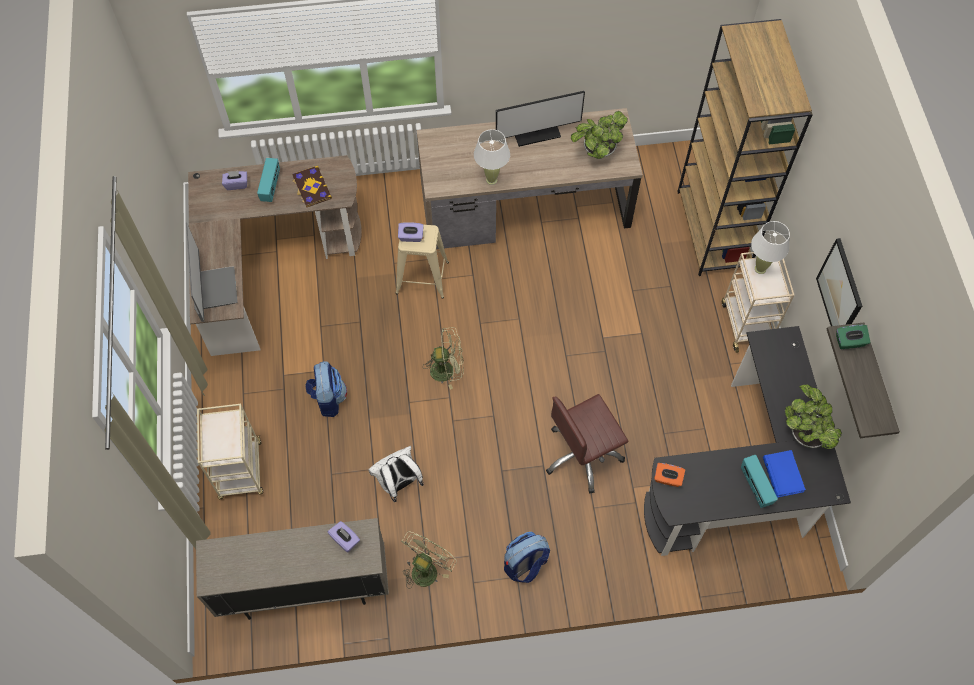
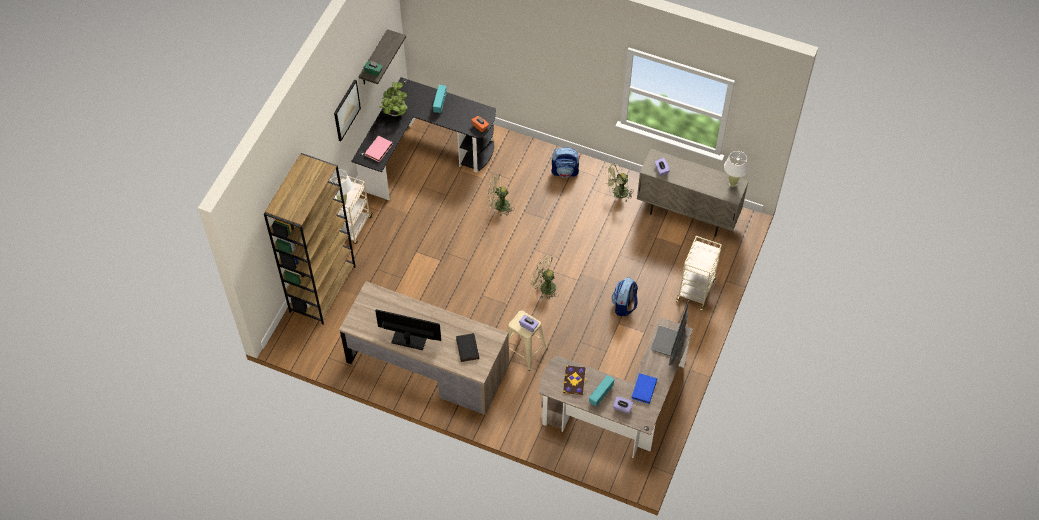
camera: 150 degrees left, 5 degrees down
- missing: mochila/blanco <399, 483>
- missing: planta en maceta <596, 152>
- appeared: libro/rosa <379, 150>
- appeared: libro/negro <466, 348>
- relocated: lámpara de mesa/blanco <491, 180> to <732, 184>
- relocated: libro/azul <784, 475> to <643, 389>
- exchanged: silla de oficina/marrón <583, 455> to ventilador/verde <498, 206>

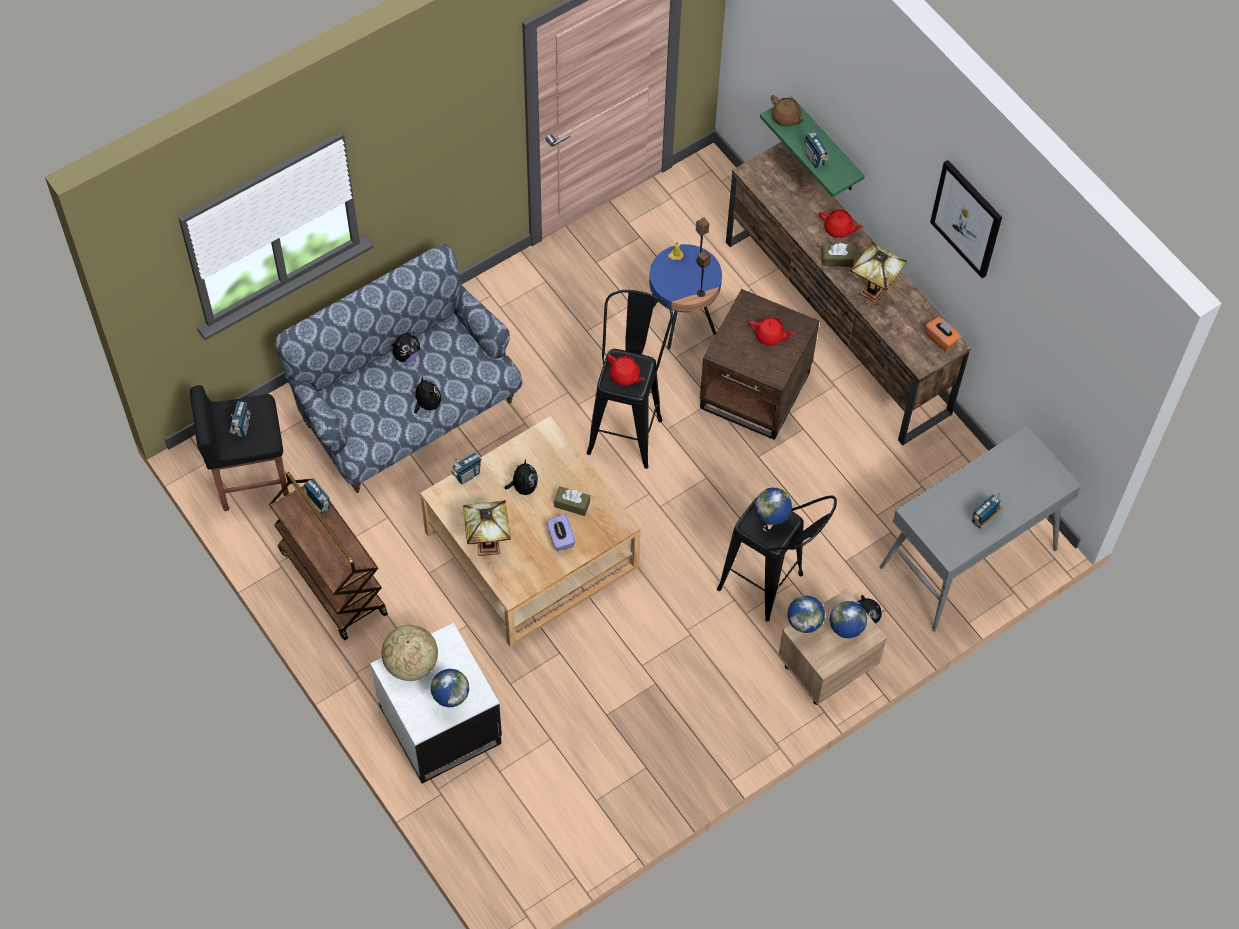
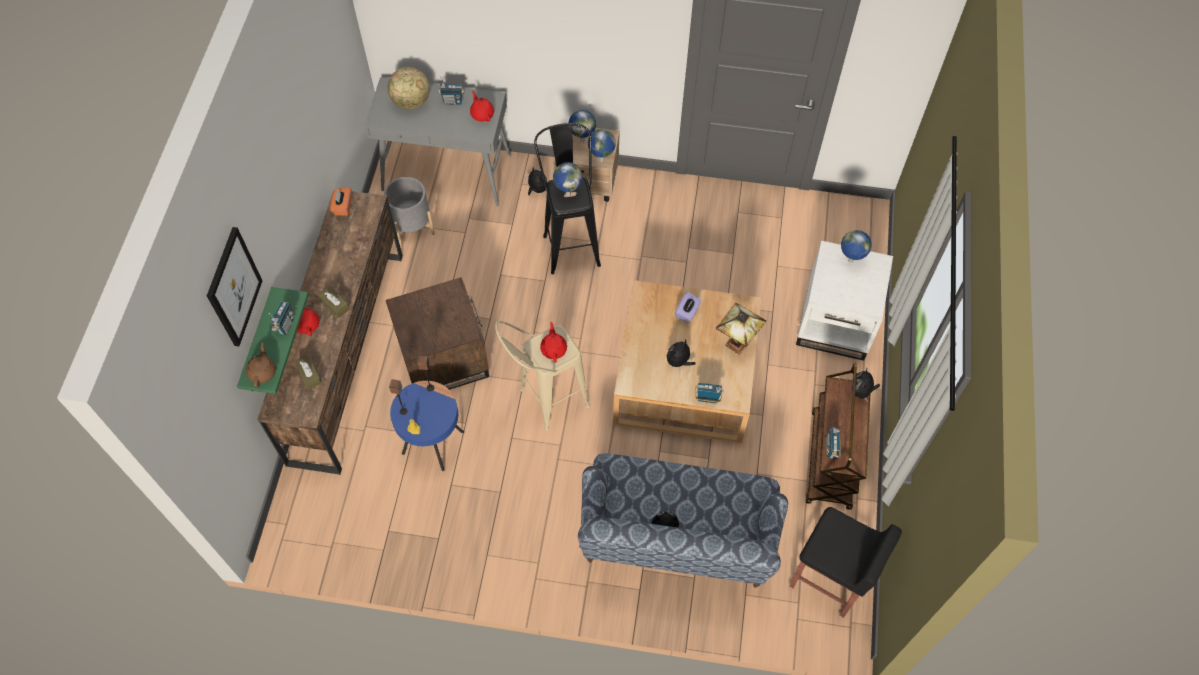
camera: 135 degrees left, 0 degrees up
- missing: radio <242, 427>
- missing: lámpara de mesa <875, 291>
- appeared: maceta/gris <412, 225>
- relocated: globo terráqueo <411, 664> to <411, 102>
- relocated: peluche <427, 404> to <861, 391>
- relocated: caja de pañuelos/marrón <572, 504> to <309, 375>
- relocated: tetera/rojo <770, 336> to <482, 114>
- relocated: cuadro <967, 218> to <233, 287>
- colour: taburete/negro <628, 426> to taburete/beis <545, 403>

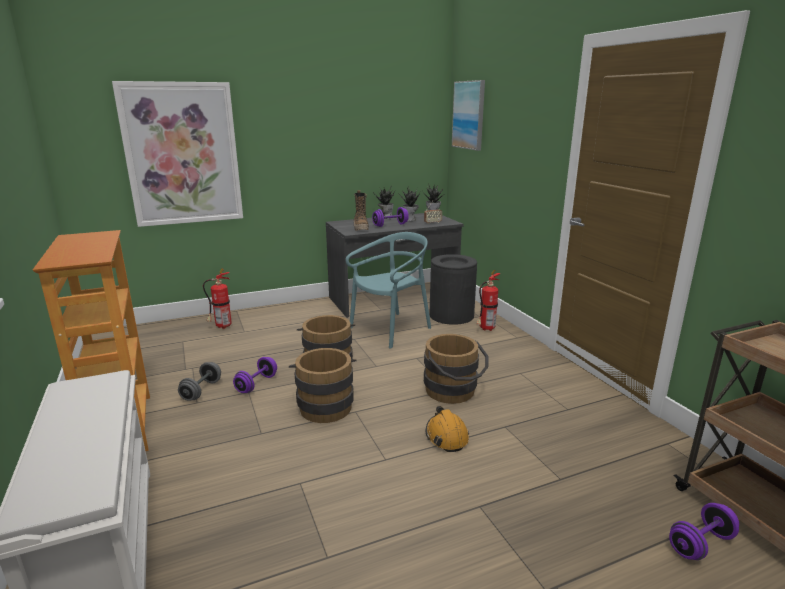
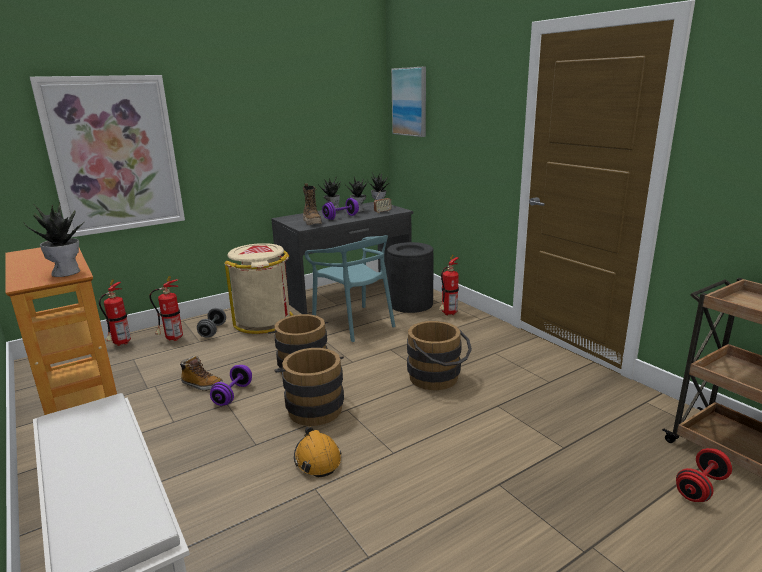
camera: 10 degrees left, 0 degrees up
- appeared: planta en maceta <67, 272>
- appeared: extintor <120, 344>
- appeared: bota <201, 385>
- appeared: papelera/beis <264, 321>
- relocated: mancuerna/gris <201, 391> to <213, 331>
- relocated: casco/naranja <446, 436> to <317, 459>
- colour: mancuerna/morado <700, 544> to mancuerna/rojo <701, 487>
- spun: silla/turquesa <391, 329> = <355, 323> 105 degrees clockwise

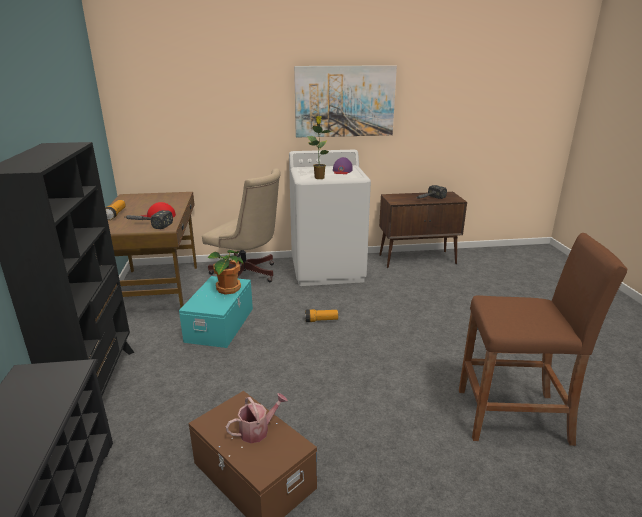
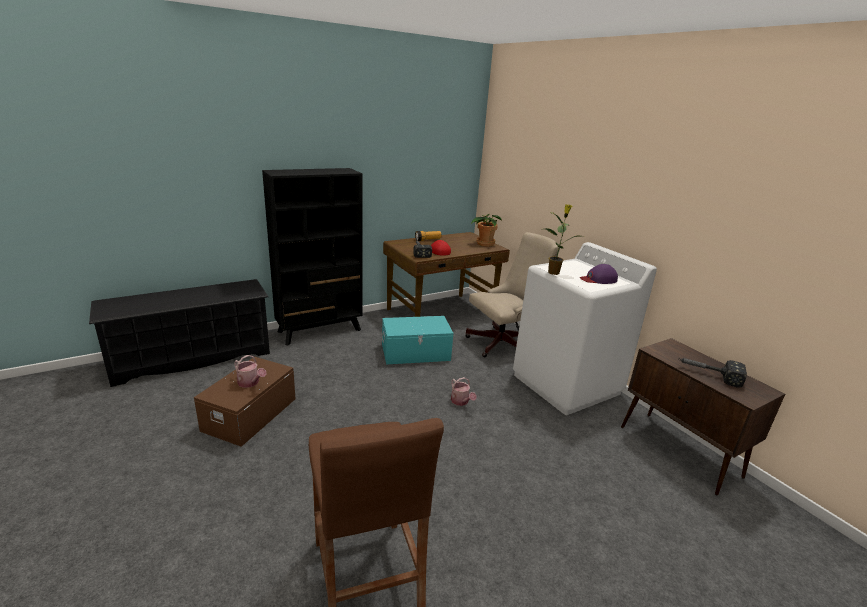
camera: 65 degrees right, 0 degrees up
- missing: cuadro <344, 101>
- relocated: planta en maceta <227, 289> to <484, 243>
- exchanged: linterna <321, 320> to regadera <461, 402>
- spun: silla de oficina/beis <248, 275> = <505, 343> 120 degrees counterclockwise

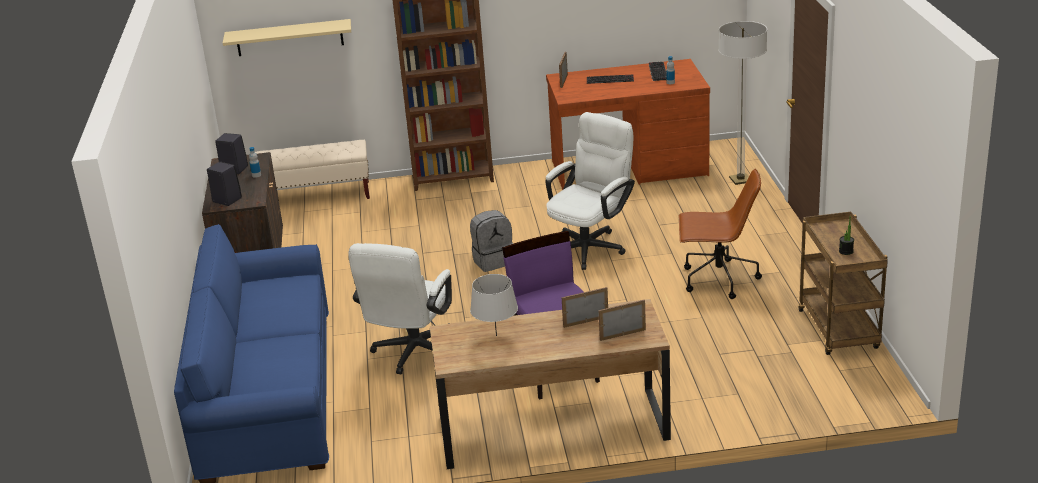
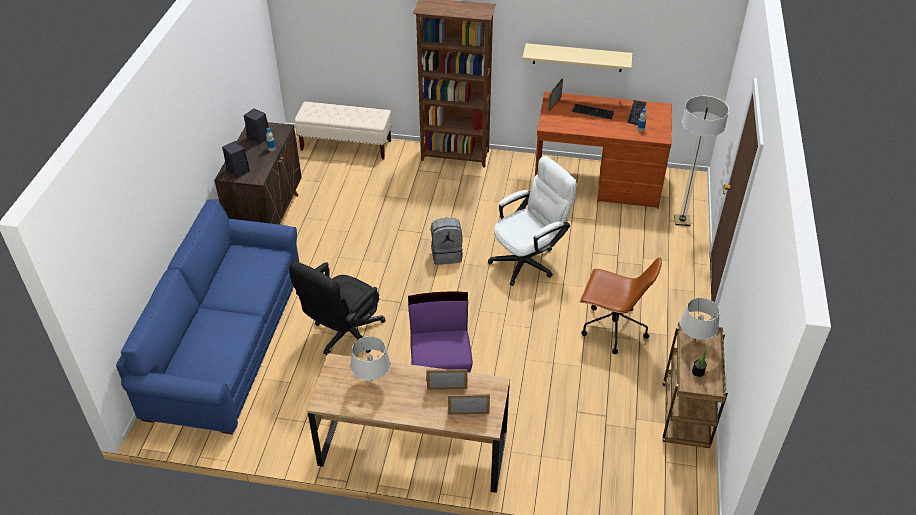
camera: 15 degrees right, 15 degrees up
- appeared: lámpara de mesa/gris <694, 341>
- relocated: estante/beis <289, 37> to <577, 57>
- colour: silla de oficina/blanco <412, 354> to silla de oficina/negro <344, 336>

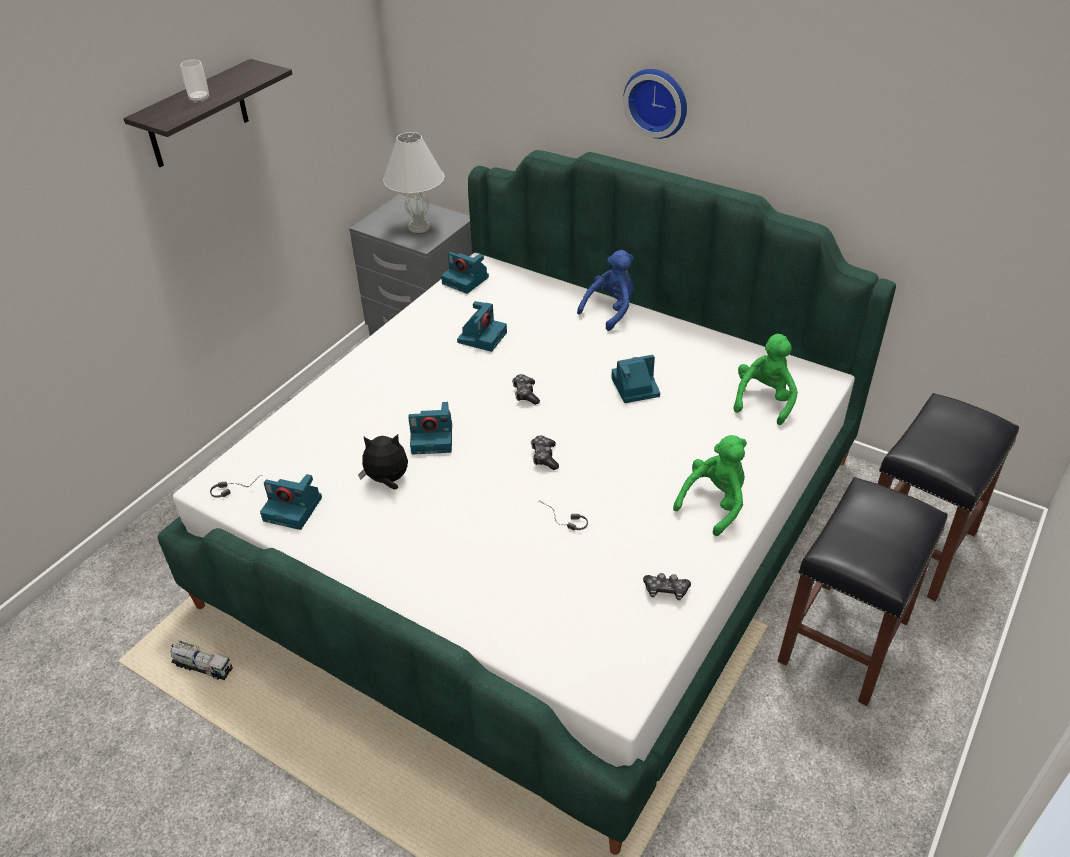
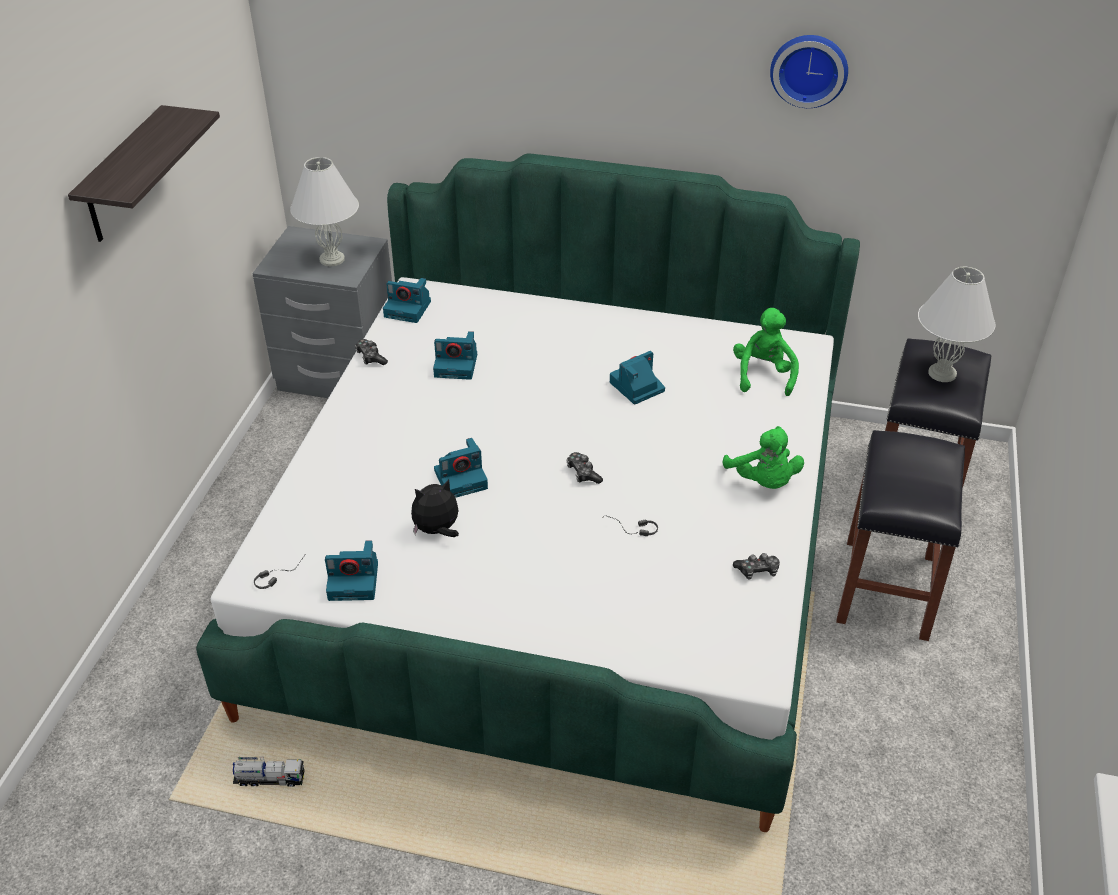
camera: 20 degrees left, 0 degrees up
- missing: taza <199, 99>
- missing: peluche/azul <610, 310>
- appeared: lámpara de mesa/blanco <942, 374>
- relocated: mando de consola <525, 394> to <371, 357>
- relocated: reloj de pared <657, 101> to <809, 69>
- spun: cámara <482, 336> = <457, 365> 90 degrees clockwise
- spun: peluche/verde <714, 503> = <763, 482> 135 degrees clockwise

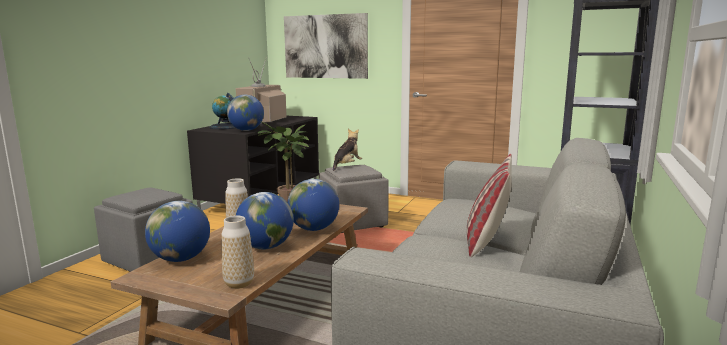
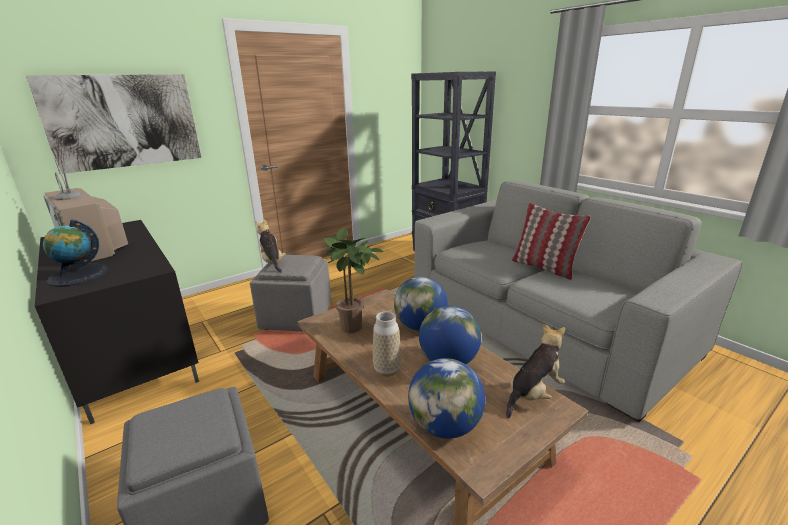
camera: 60 degrees left, 10 degrees up
- missing: globo terráqueo <246, 130>
- exchanged: florero <239, 283> to peluche <533, 394>

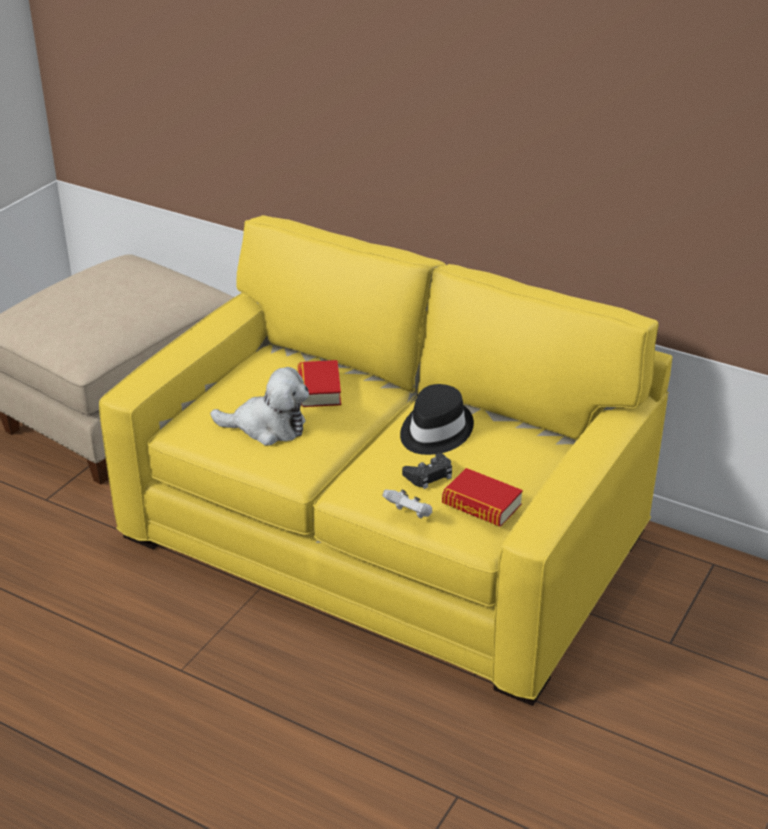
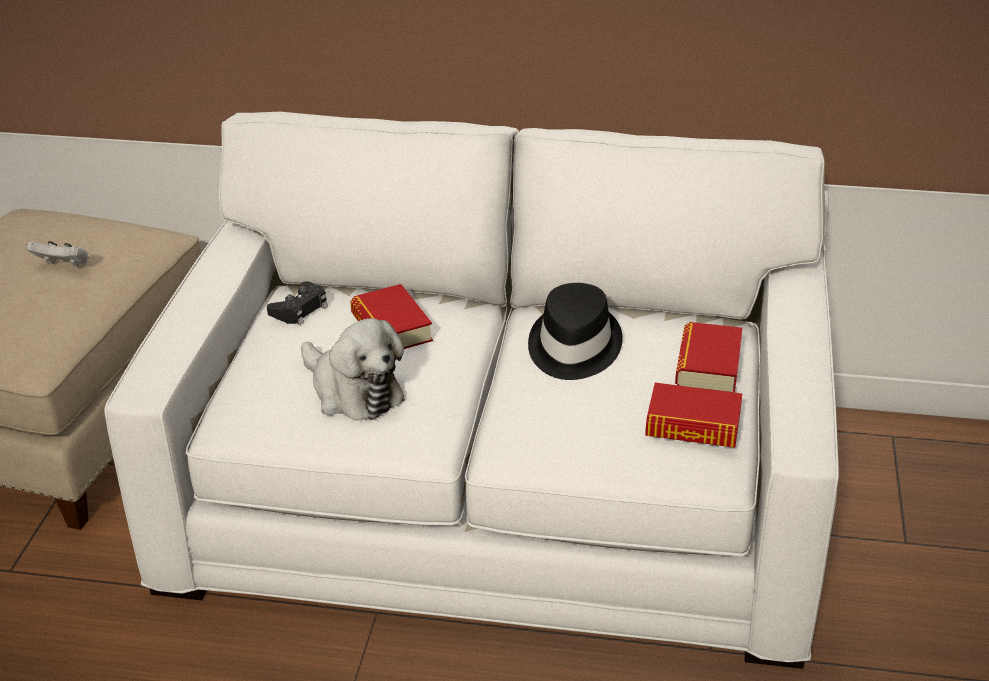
camera: 20 degrees left, 0 degrees up
- appeared: libro <708, 366>
- relocated: mando de consola/blanco <409, 514> to <63, 266>
- relocated: mando de consola/negro <429, 475> to <300, 309>
- colour: sofá/amarillo <388, 533> to sofá/blanco <501, 496>
- spun: peluche <267, 427> = <353, 391> 60 degrees clockwise

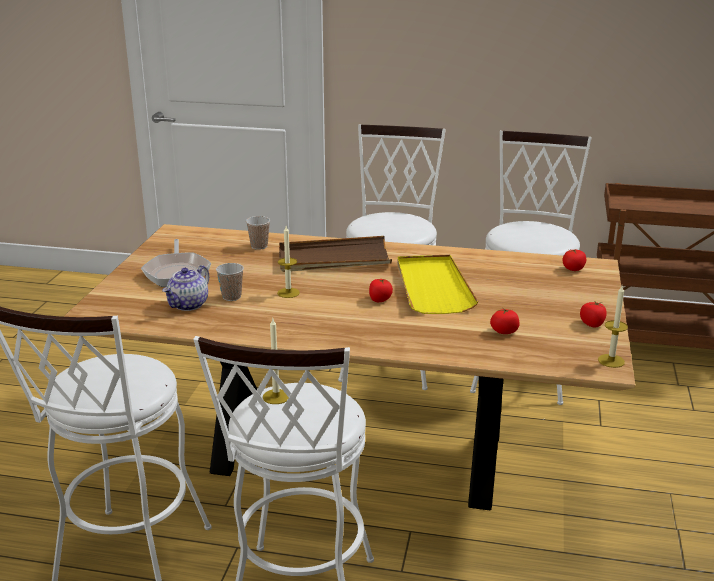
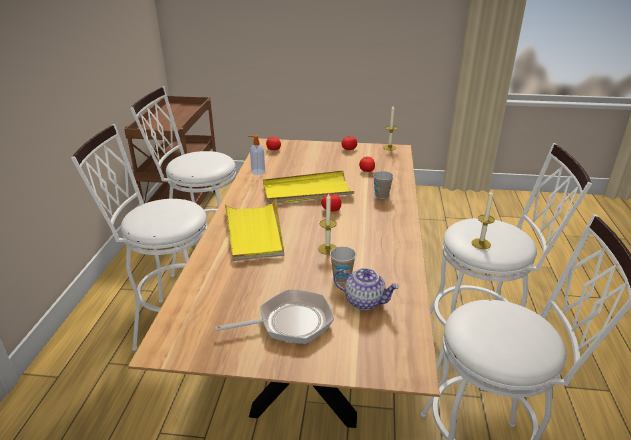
camera: 95 degrees left, 5 degrees up
- appeared: dispensador de jabón <257, 172>
- relocated: taza <259, 246> to <381, 196>
- colour: bandeja/marrón <333, 259> to bandeja/amarillo <254, 232>

